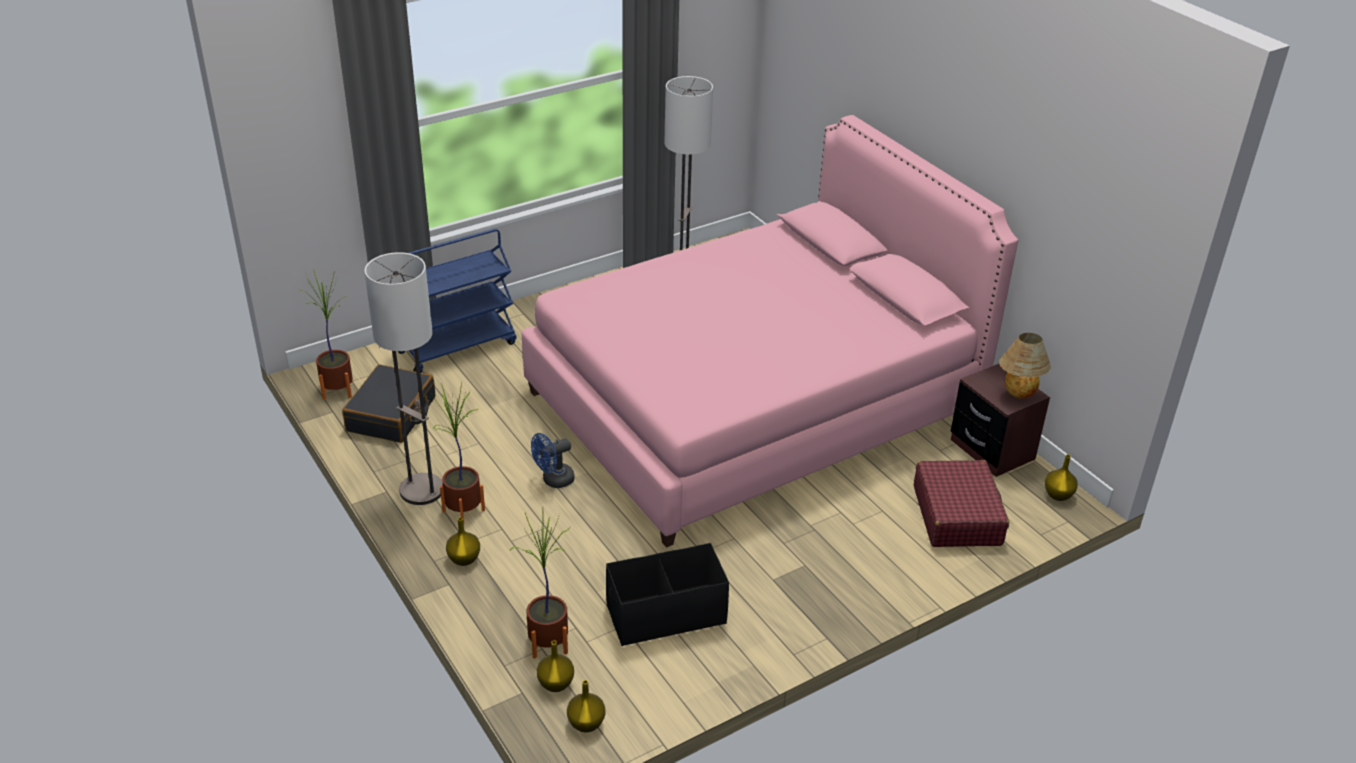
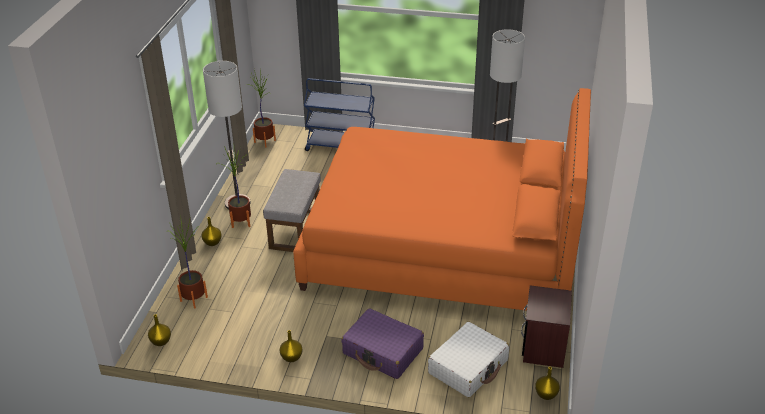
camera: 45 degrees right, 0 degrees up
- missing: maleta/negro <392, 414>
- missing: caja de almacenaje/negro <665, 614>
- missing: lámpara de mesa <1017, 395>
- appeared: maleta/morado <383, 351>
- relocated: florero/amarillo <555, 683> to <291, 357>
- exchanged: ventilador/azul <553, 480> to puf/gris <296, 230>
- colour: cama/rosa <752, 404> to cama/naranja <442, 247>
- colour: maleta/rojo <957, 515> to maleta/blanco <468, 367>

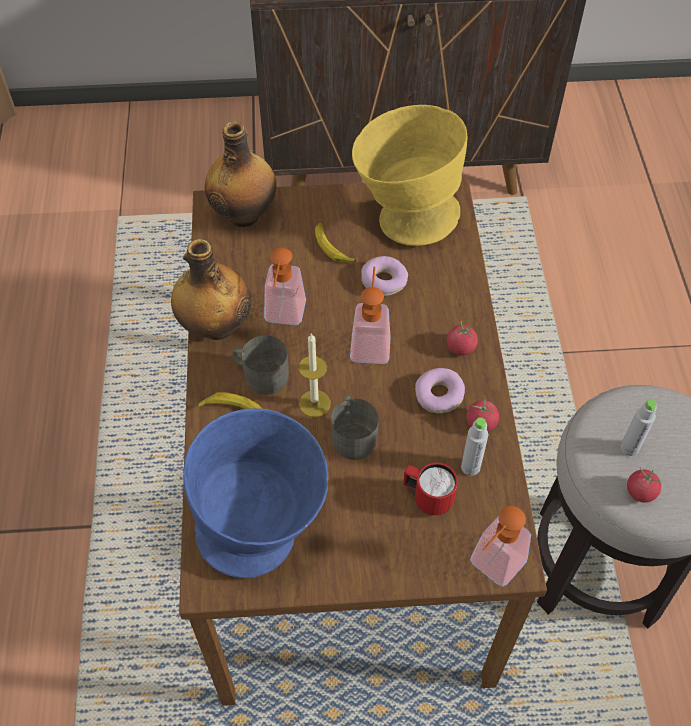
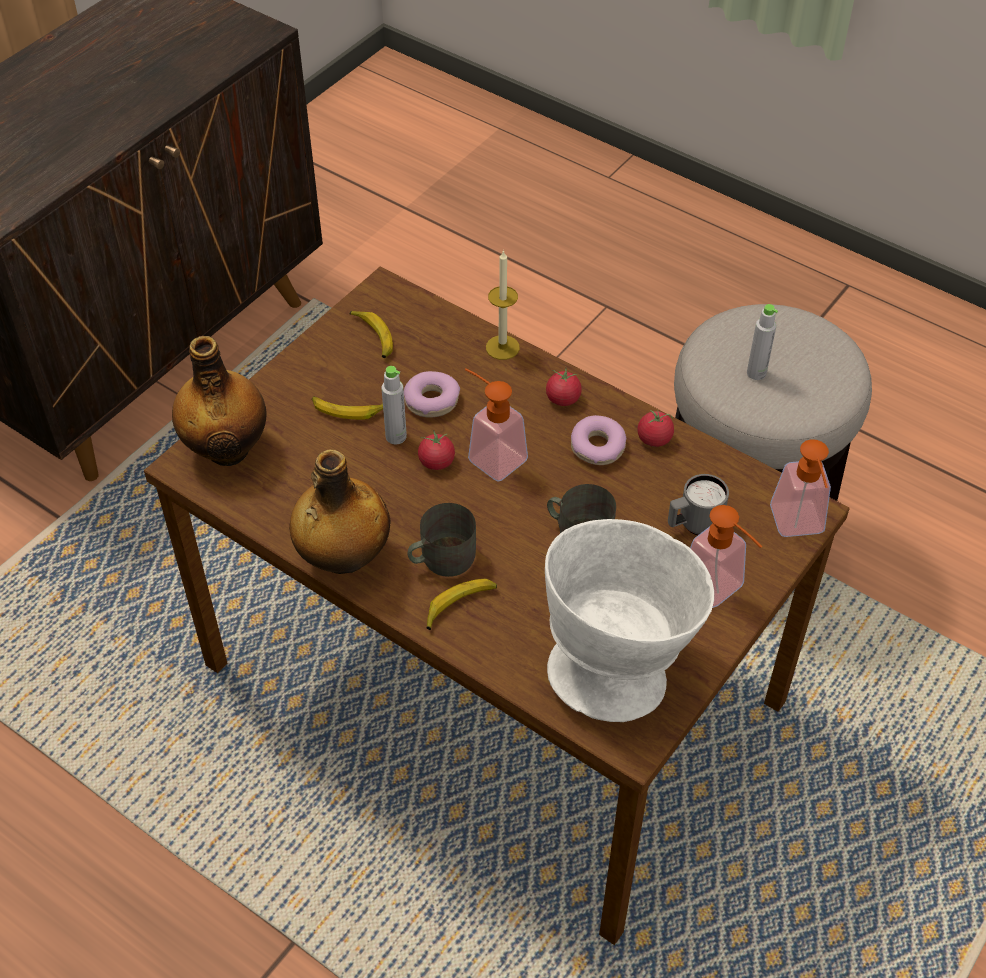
camera: 50 degrees left, 5 degrees down
- relocated: dispensador de jabón <284, 317> to <719, 591>
- relocated: vela <314, 403> to <502, 347>
- relocated: botella/gris <470, 467> to <396, 436>
- relocated: tomate <640, 492> to <436, 462>
- exchanged: cuenco/amarillo <404, 216> to plátano <373, 337>
- colour: cuenco/azul <265, 531> to cuenco/blanco <618, 663>
- colour: taza grande/rojo <427, 498> to taza grande/gris <693, 525>

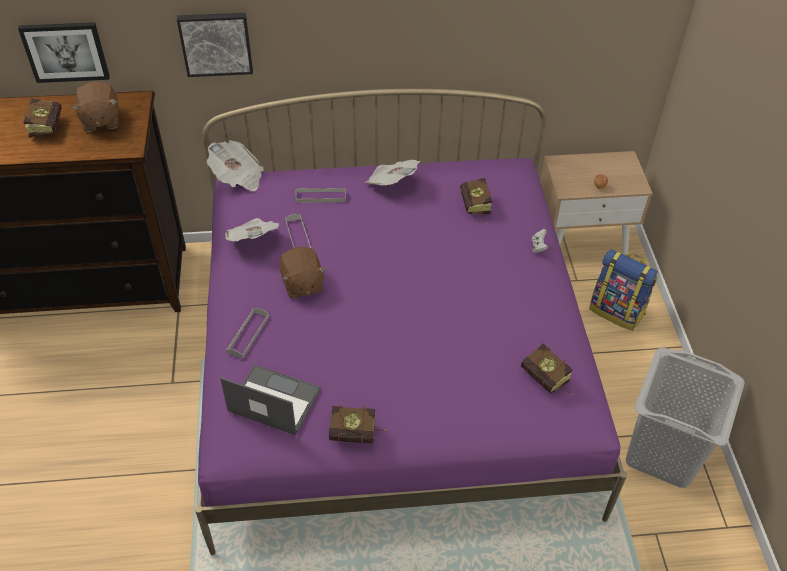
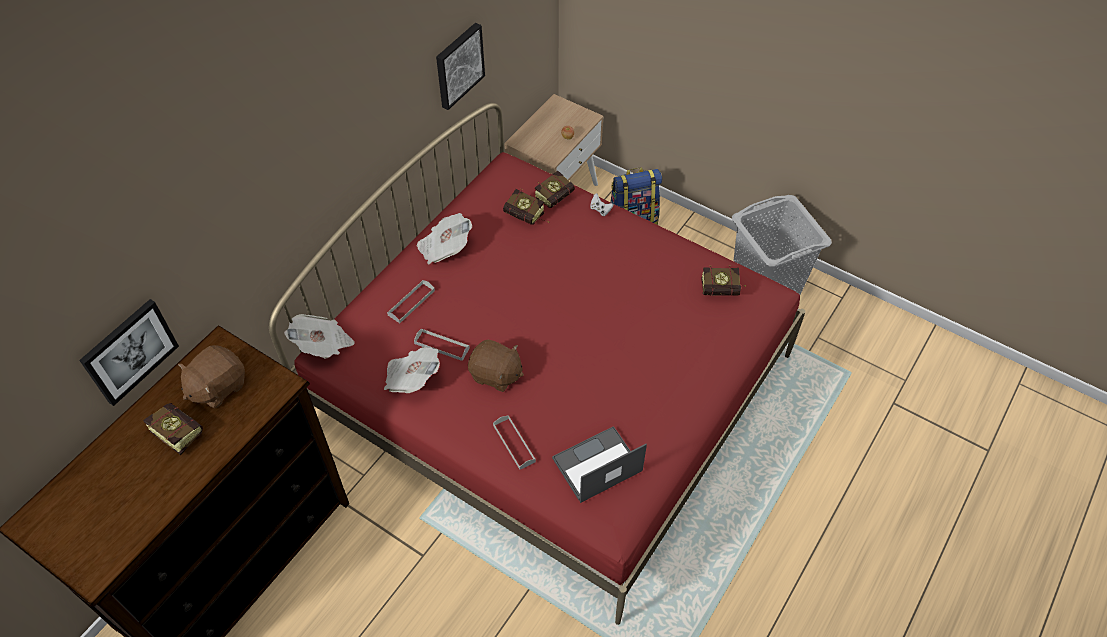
camera: 50 degrees left, 5 degrees up
- relocated: cuadro <216, 43> to <458, 65>
- relocated: libro <358, 434> to <557, 196>
- colour: cama/morado <392, 366> to cama/rojo <553, 388>
- spun: peluche/marrón <101, 121> = <217, 387> 105 degrees clockwise

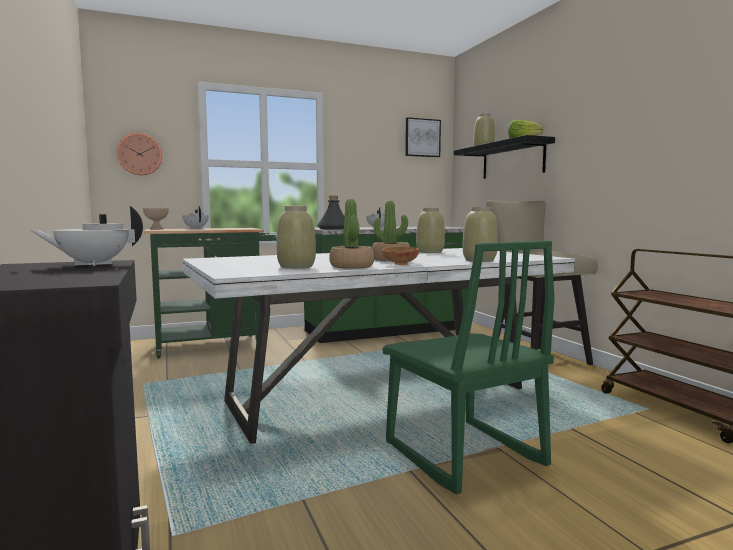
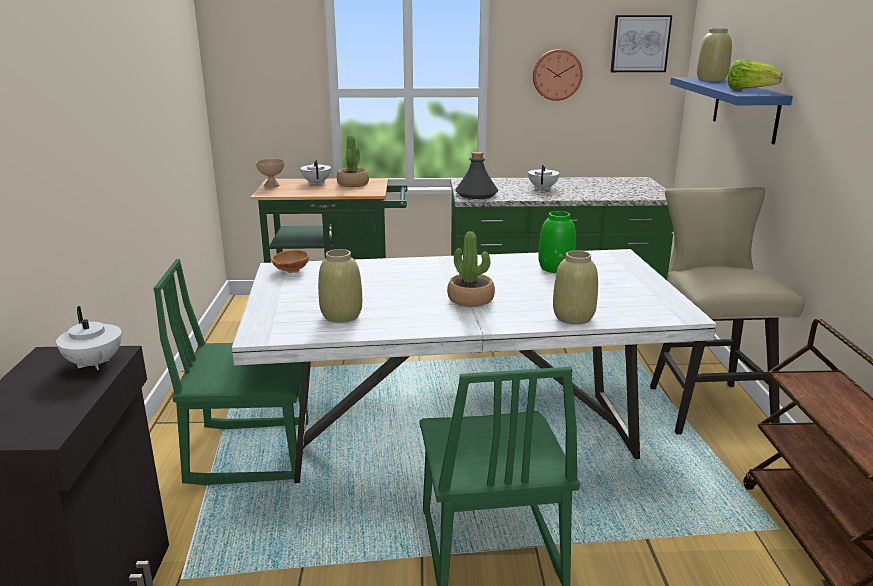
camera: 20 degrees right, 15 degrees up
- appeared: silla/verde <250, 451>
- relocated: reloj de pared <140, 154> to <556, 74>
- relocated: planta en maceta <352, 266> to <353, 184>
- relocated: cuenco/marrón <399, 264> to <290, 271>
- colour: florero/beis <430, 252> to florero/verde <555, 268>
- colour: estante/negro <512, 160> to estante/azul <745, 108>
- spun: tetera/blanco <93, 264> = <94, 364> 120 degrees counterclockwise

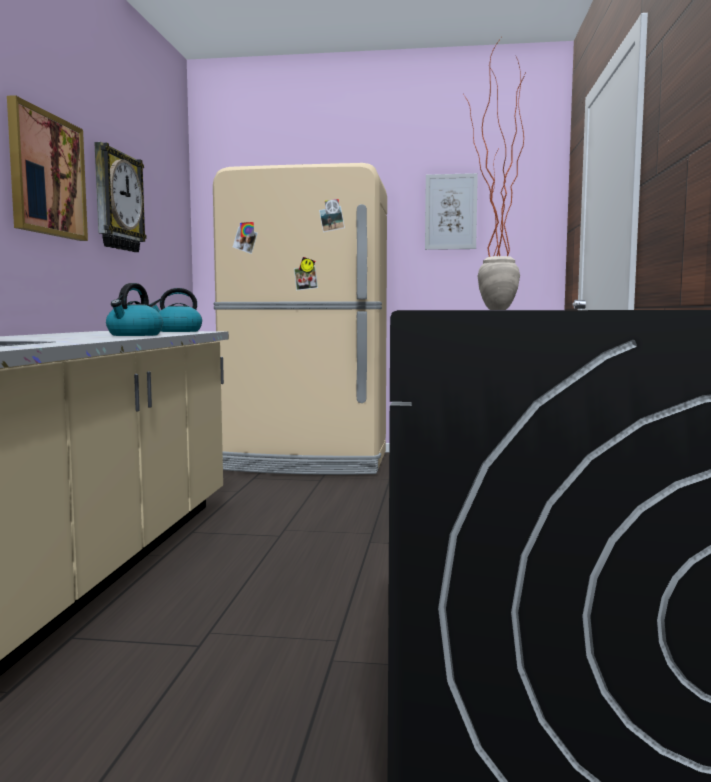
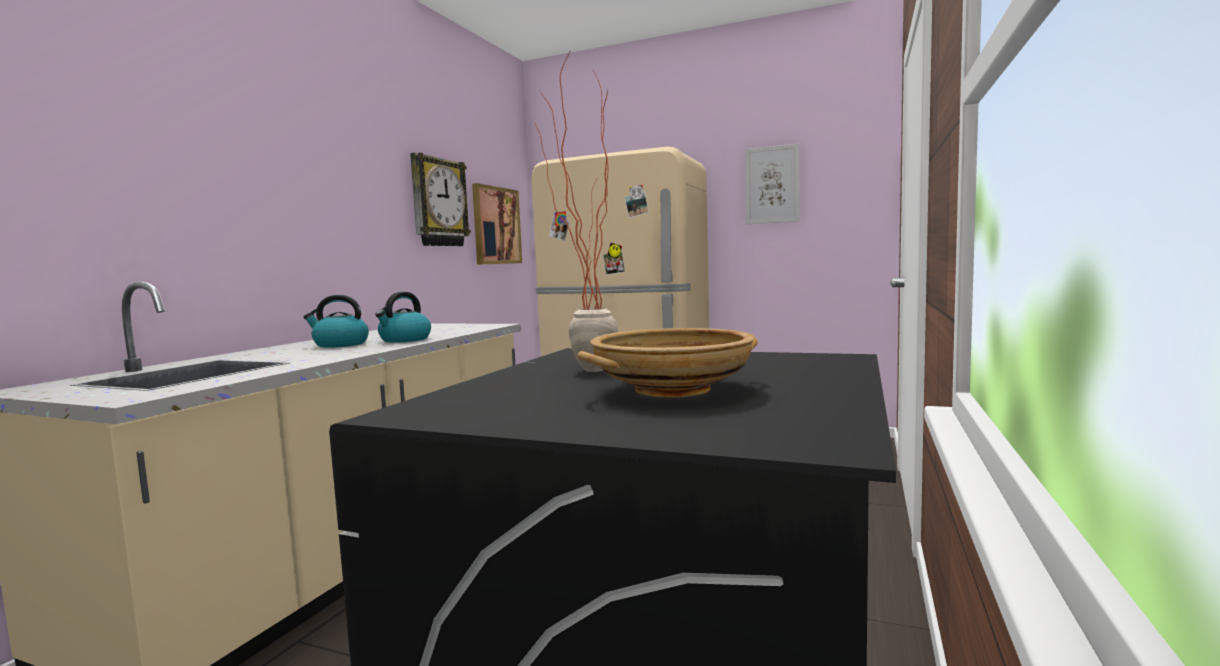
camera: 15 degrees right, 0 degrees up
- appeared: cuenco/beis <671, 389>
- relocated: cuadro <46, 175> to <496, 226>
- relocated: hervidor <178, 331> to <340, 344>

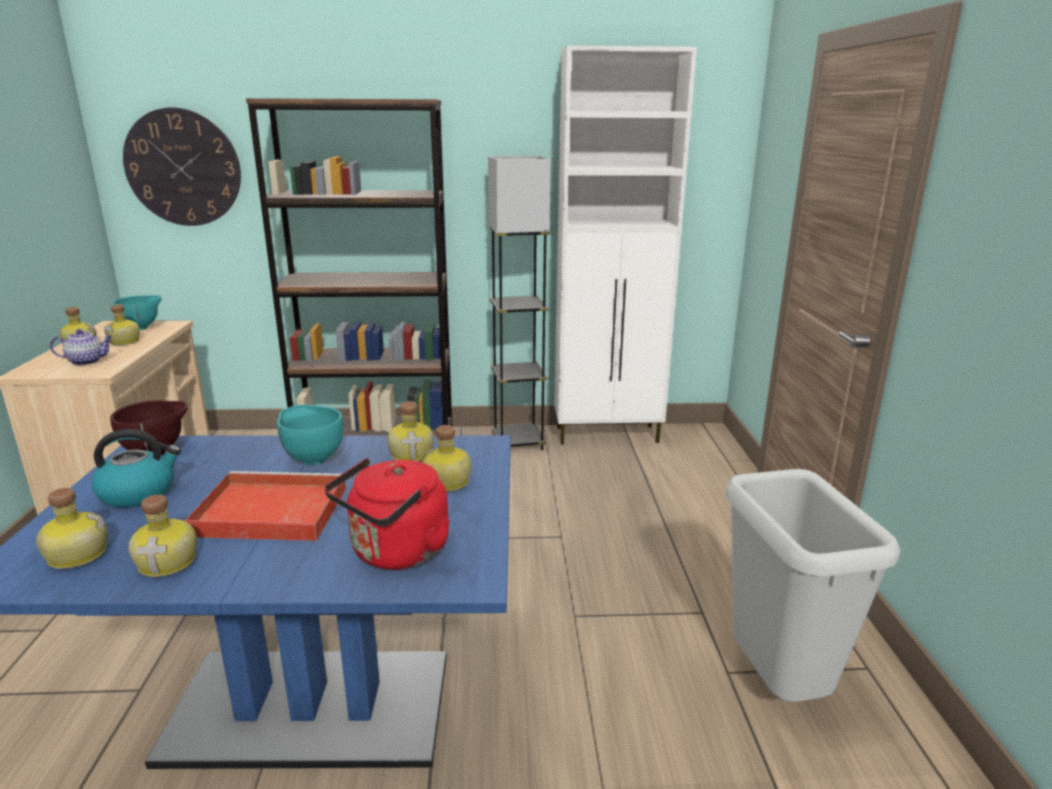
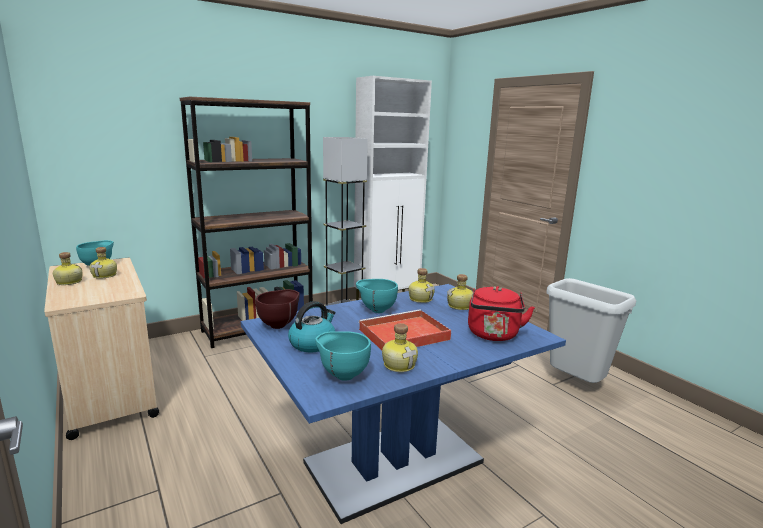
camera: 30 degrees left, 5 degrees down
- missing: tetera <87, 361>
- missing: reloj de pared <183, 168>
- exchanged: botella <76, 554> to cuenco/turquesa <342, 375>

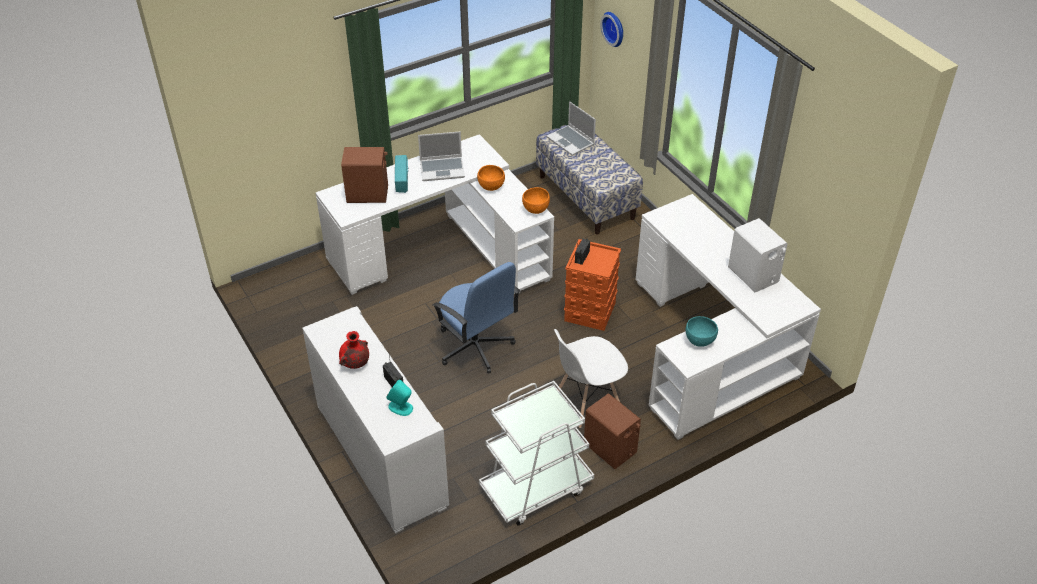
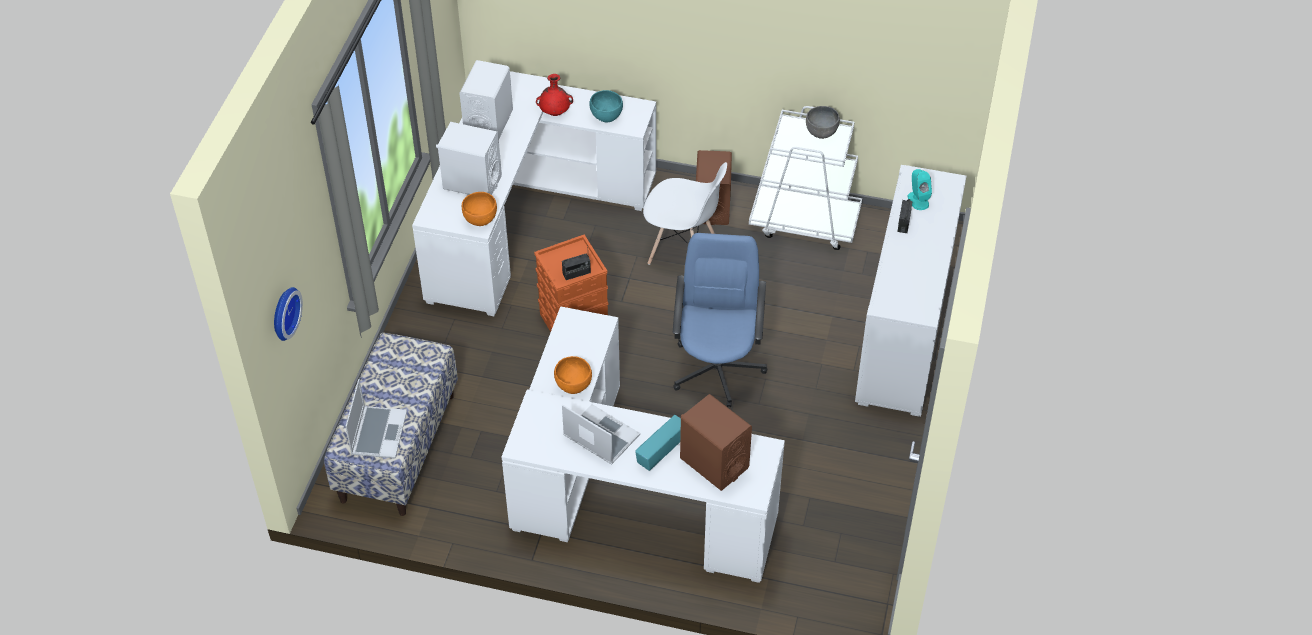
camera: 135 degrees left, 5 degrees up
- appeared: altavoz/blanco <472, 182>
- appeared: cuenco/gris <821, 133>
- relocated: florero/rojo <355, 364> to <555, 113>
- relocated: cuenco/naranja <535, 209> to <480, 220>

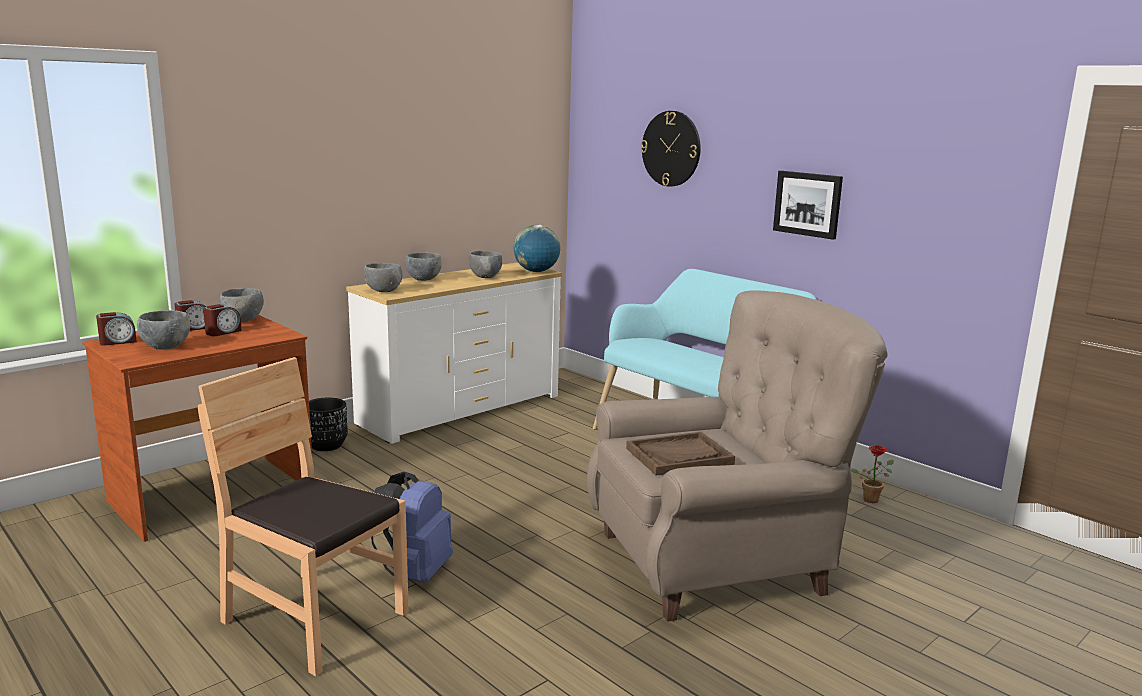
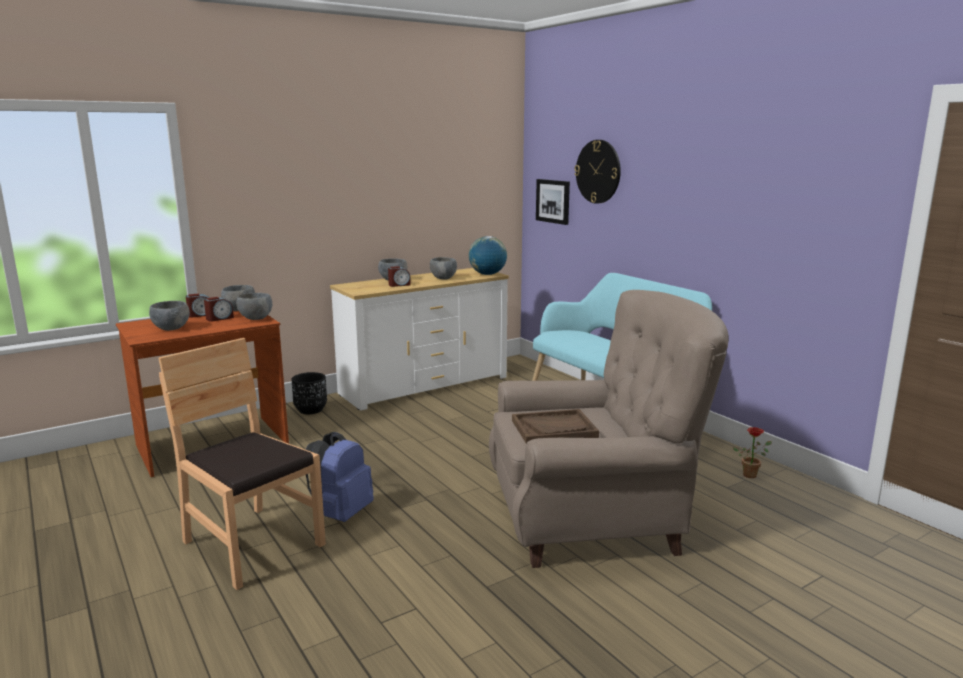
camera: 10 degrees right, 0 degrees up
- relocated: despertador <118, 342> to <399, 285>
- relocated: cuenco/gris <383, 291> to <255, 319>
- relocated: cuadro <808, 204> to <553, 201>

